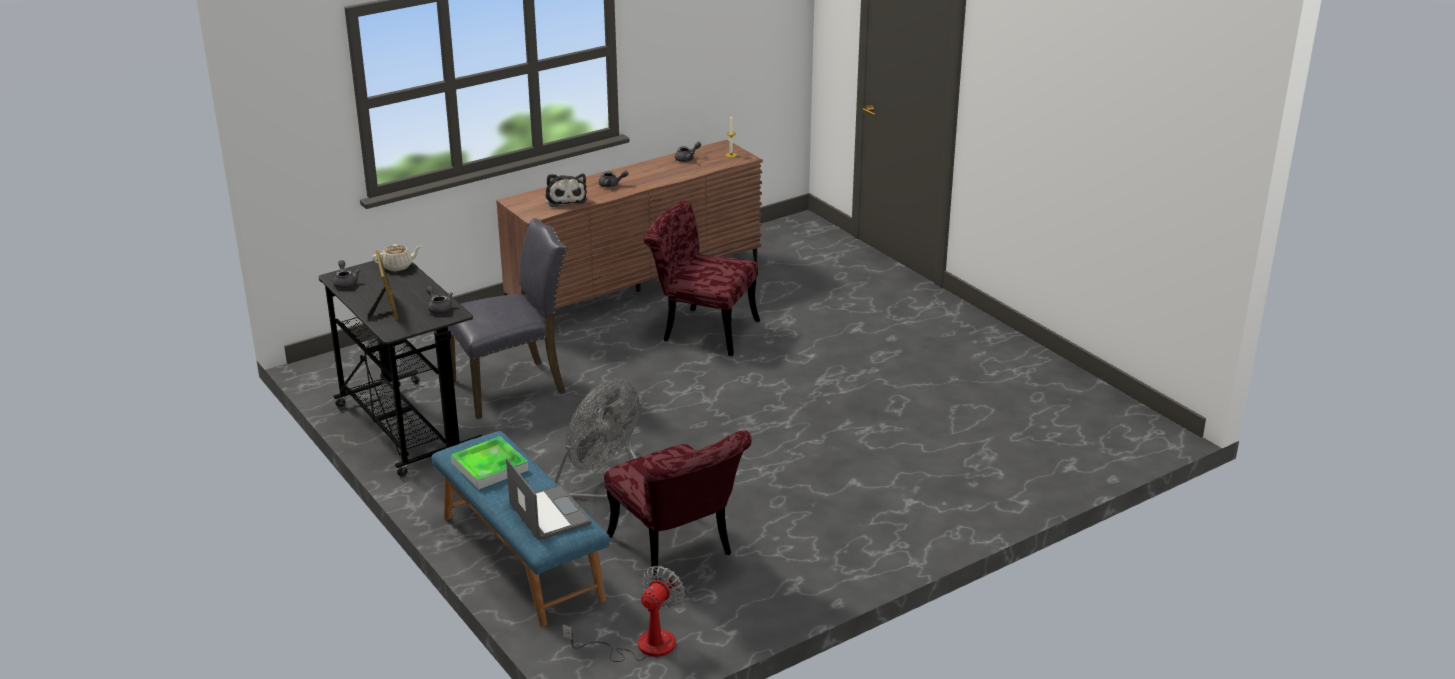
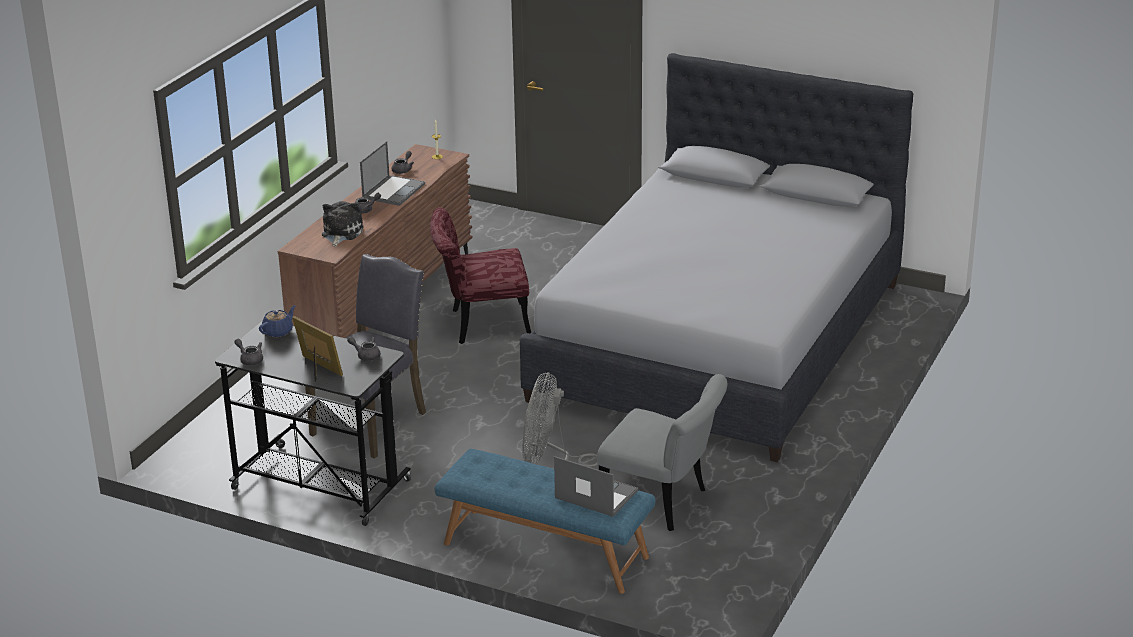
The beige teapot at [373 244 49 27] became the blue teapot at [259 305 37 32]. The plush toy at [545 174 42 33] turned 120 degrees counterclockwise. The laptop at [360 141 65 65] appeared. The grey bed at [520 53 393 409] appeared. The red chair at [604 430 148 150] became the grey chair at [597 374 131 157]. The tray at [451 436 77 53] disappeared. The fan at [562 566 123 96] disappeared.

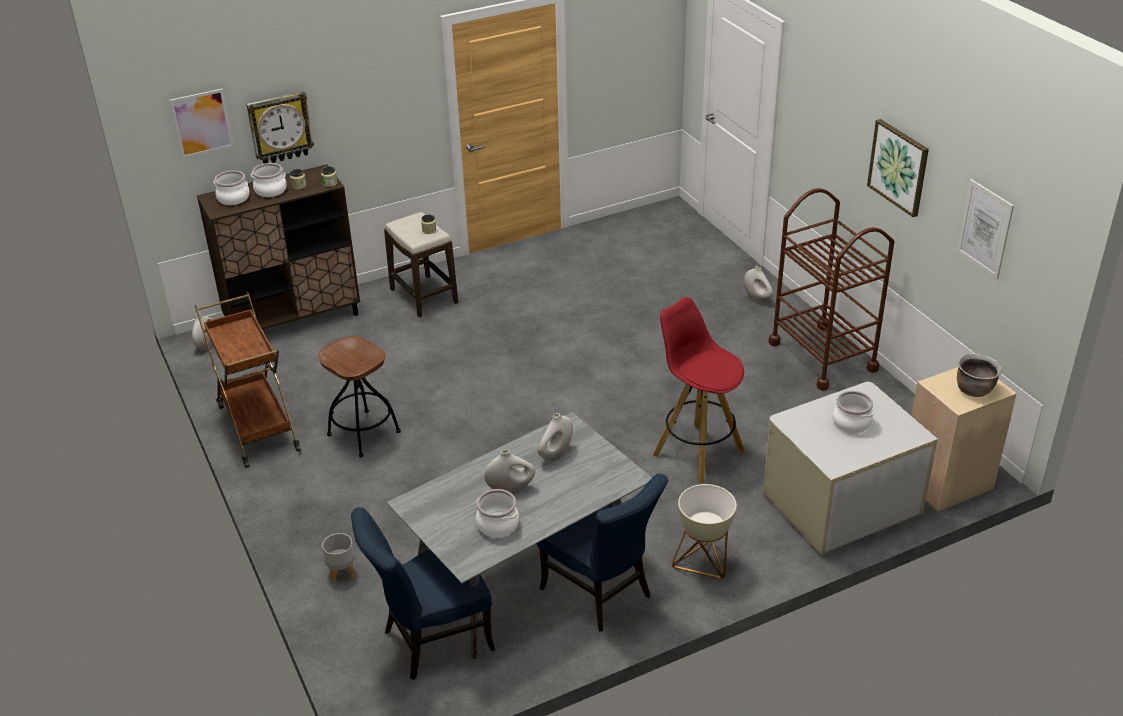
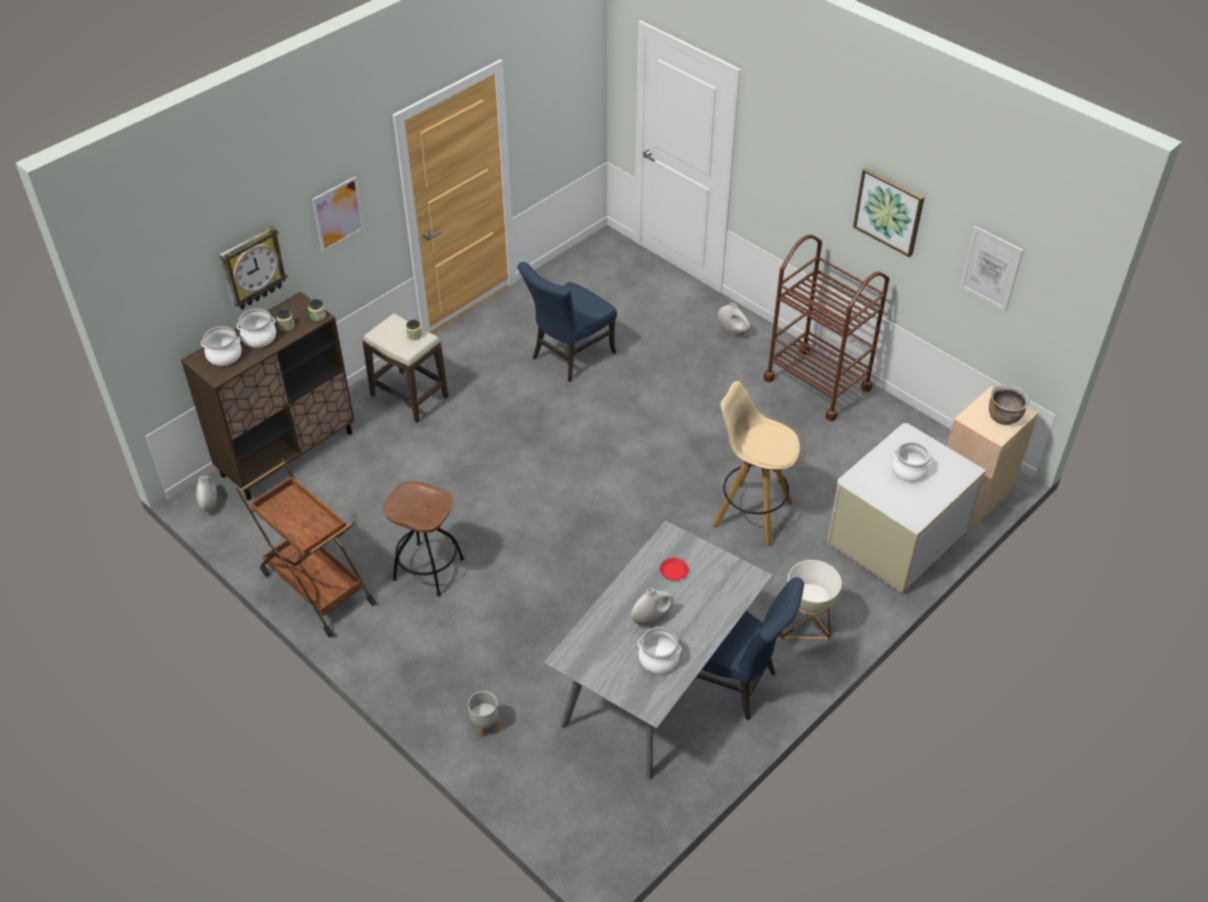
The picture moved from [169 89 65 69] to [312 176 53 76]. The blue chair moved from [351 507 144 173] to [517 262 100 120]. The white vase at [538 413 35 48] was replaced by the red plate at [660 558 28 22]. The red stool at [653 297 92 187] became the beige stool at [713 381 87 165].

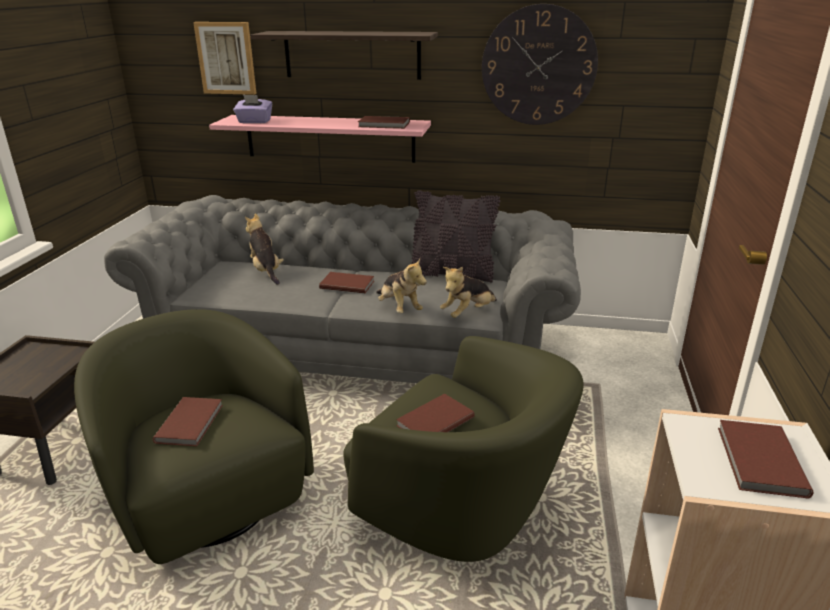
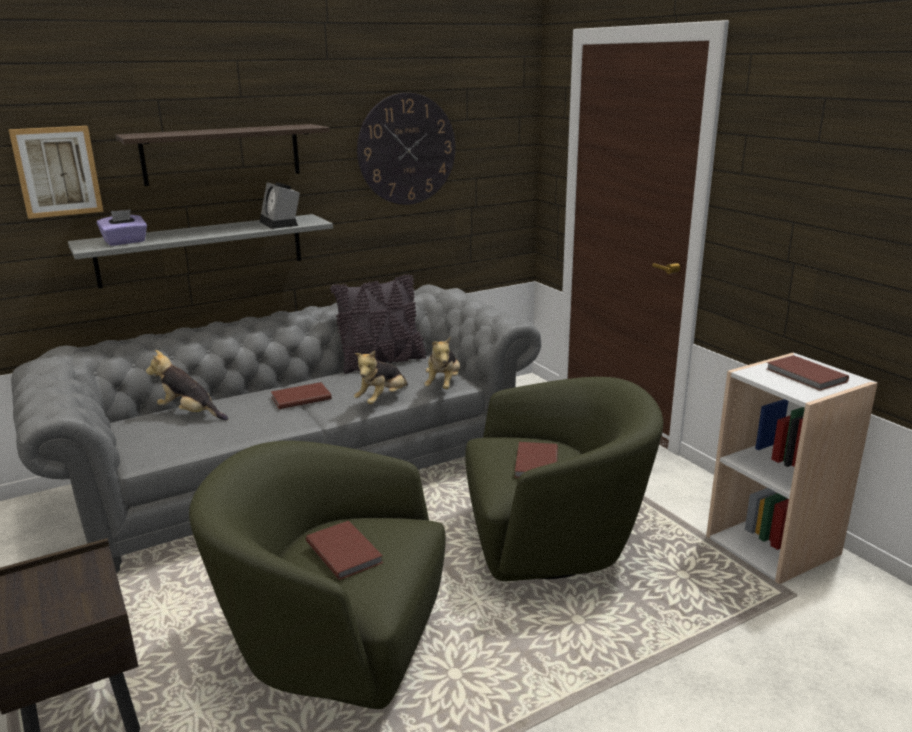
The pink shelf at [209 115 222 48] became the grey shelf at [68 214 265 75]. The brown book at [358 116 52 13] was replaced by the alarm clock at [260 182 40 47]. The plush toy at [376 258 51 55] turned 105 degrees clockwise.

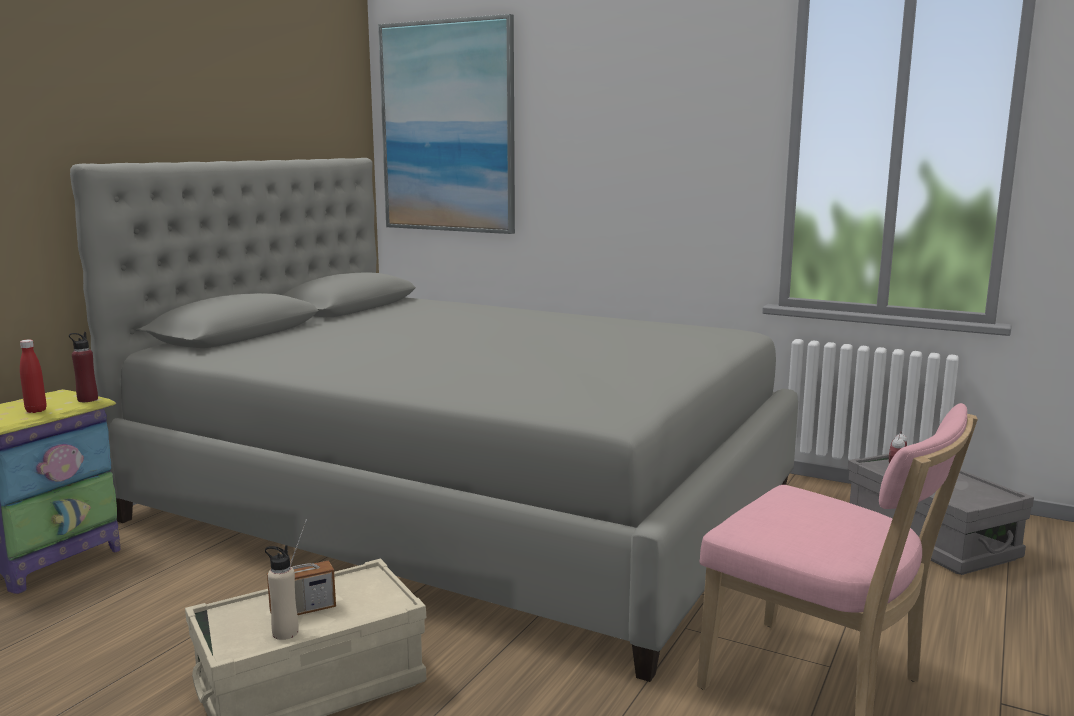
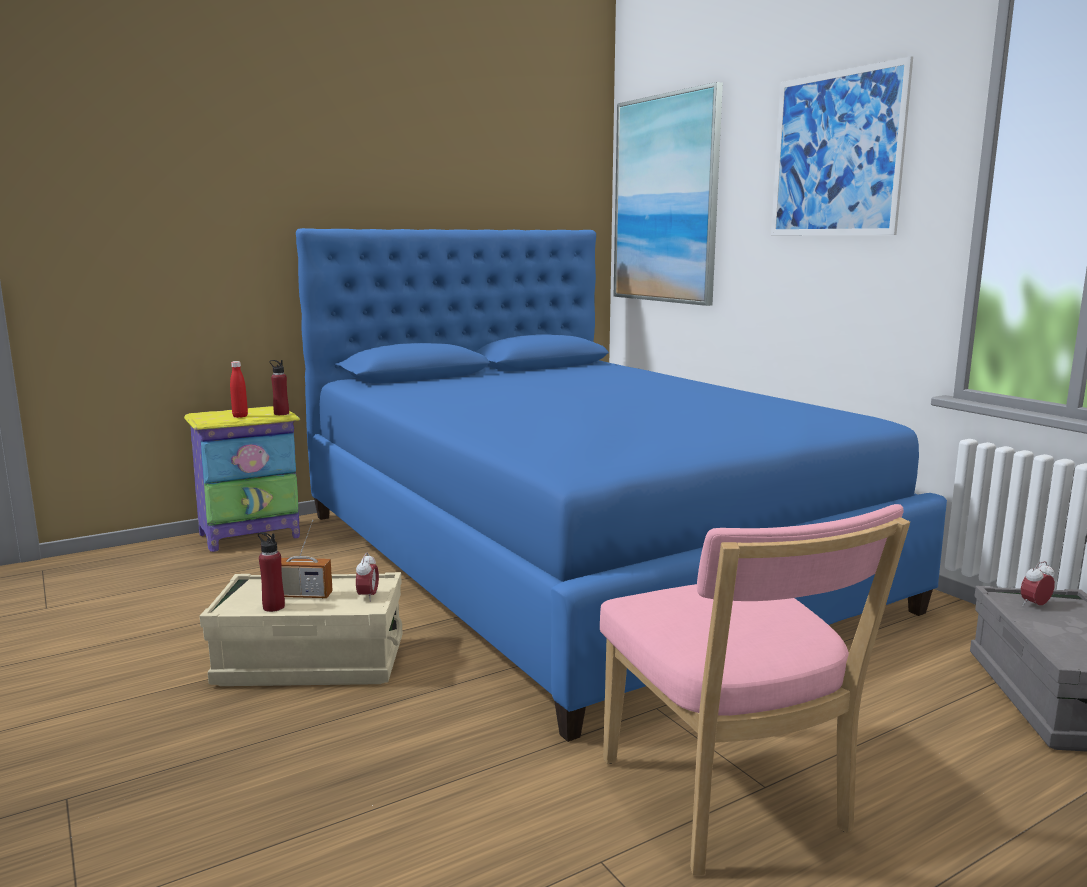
The beige bottle at [265 545 34 95] became the red bottle at [258 532 27 80]. The grey bed at [70 158 728 524] became the blue bed at [296 228 651 514]. The alarm clock at [356 552 23 50] appeared. The picture at [771 56 142 179] appeared.

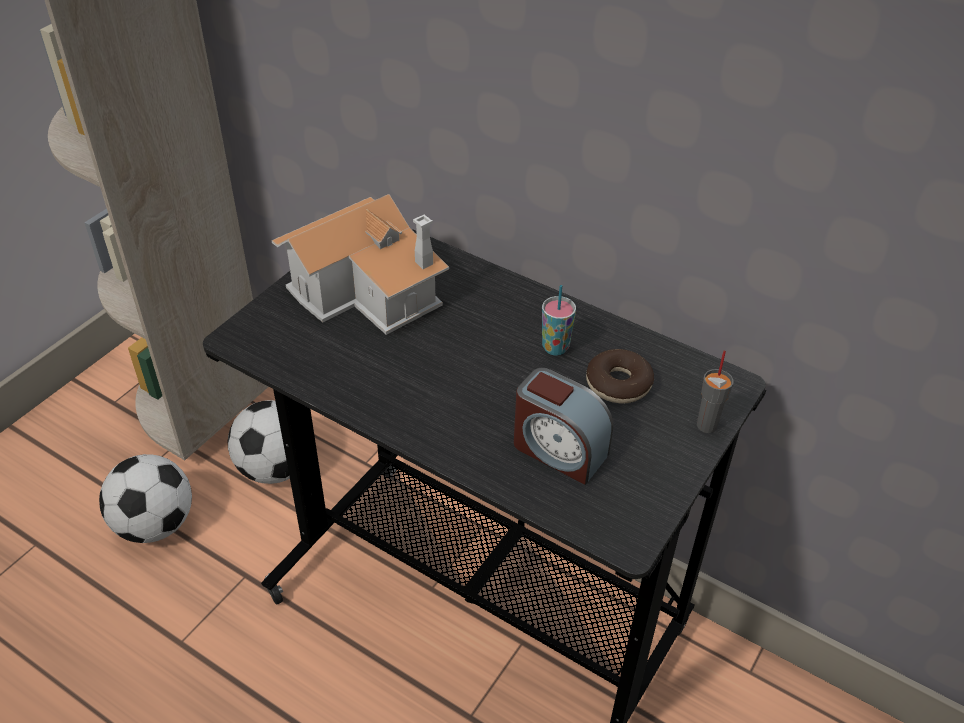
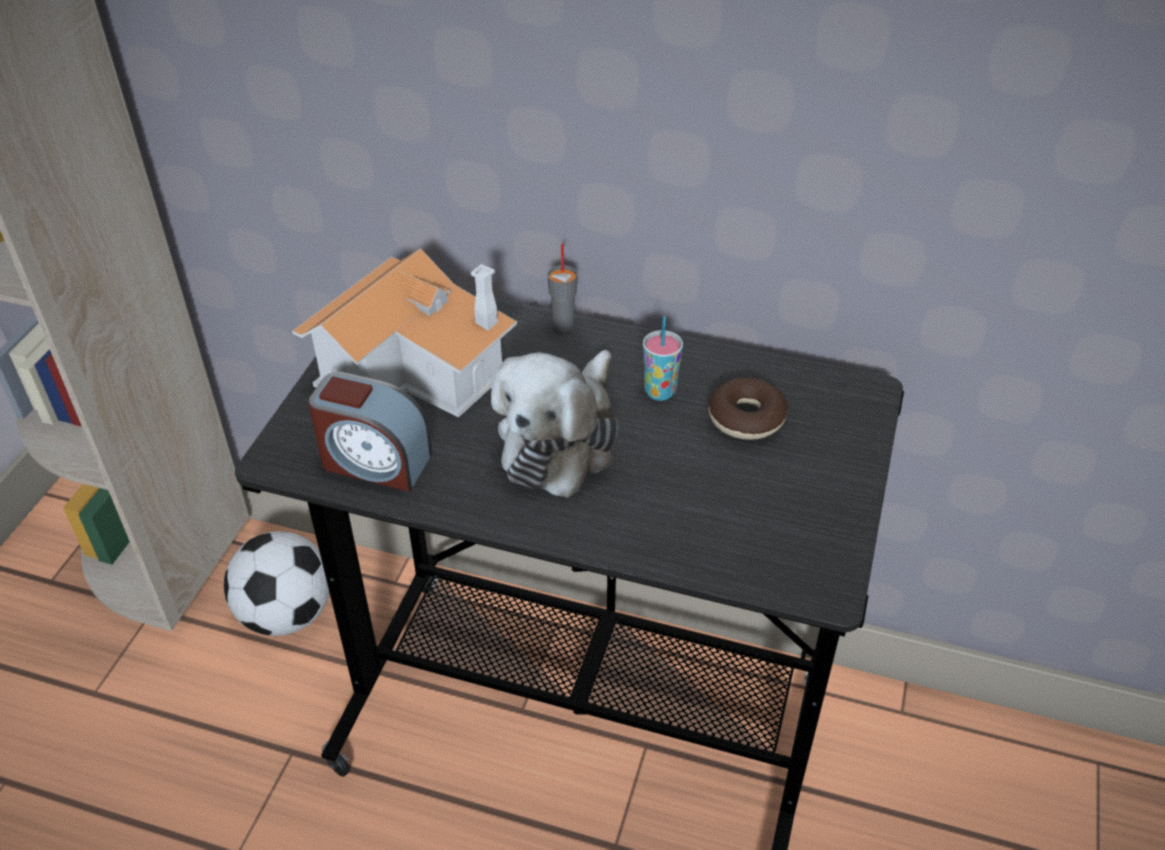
The alarm clock moved from [514 368 99 117] to [308 372 124 120]. The plush toy at [491 350 128 148] appeared. The grey cup moved from [697 351 37 82] to [547 244 31 92]. The football at [99 454 93 89] disappeared.

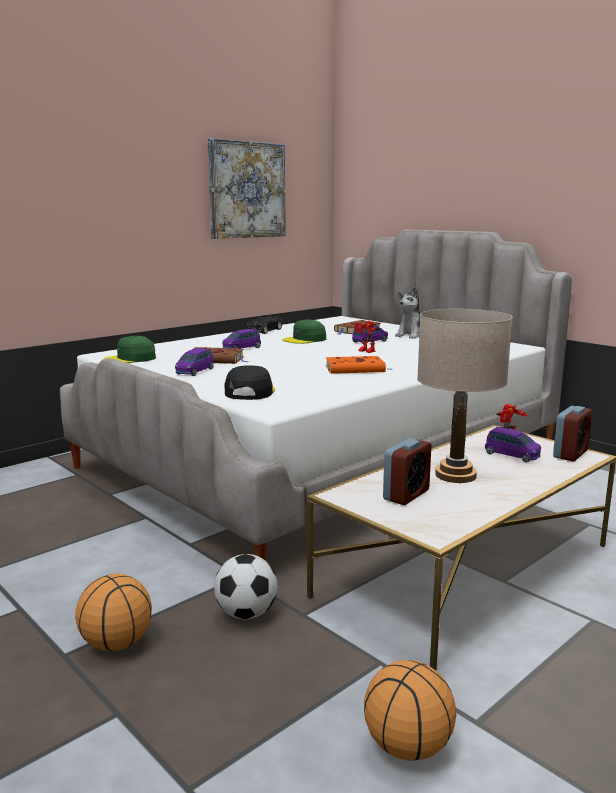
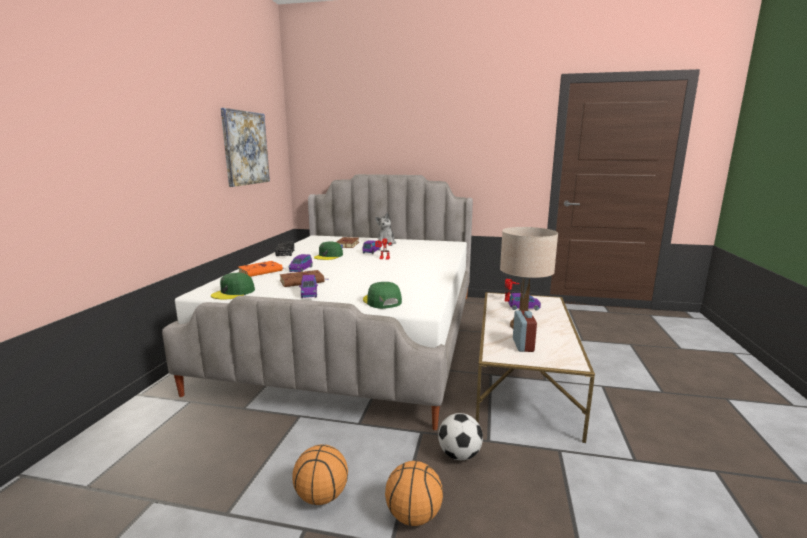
The orange book moved from [326 356 67 18] to [238 261 45 16]. The basketball moved from [364 660 92 100] to [292 444 56 61]. The black cap at [224 366 51 34] became the green cap at [363 282 39 27]. The alarm clock at [553 406 39 56] disappeared.

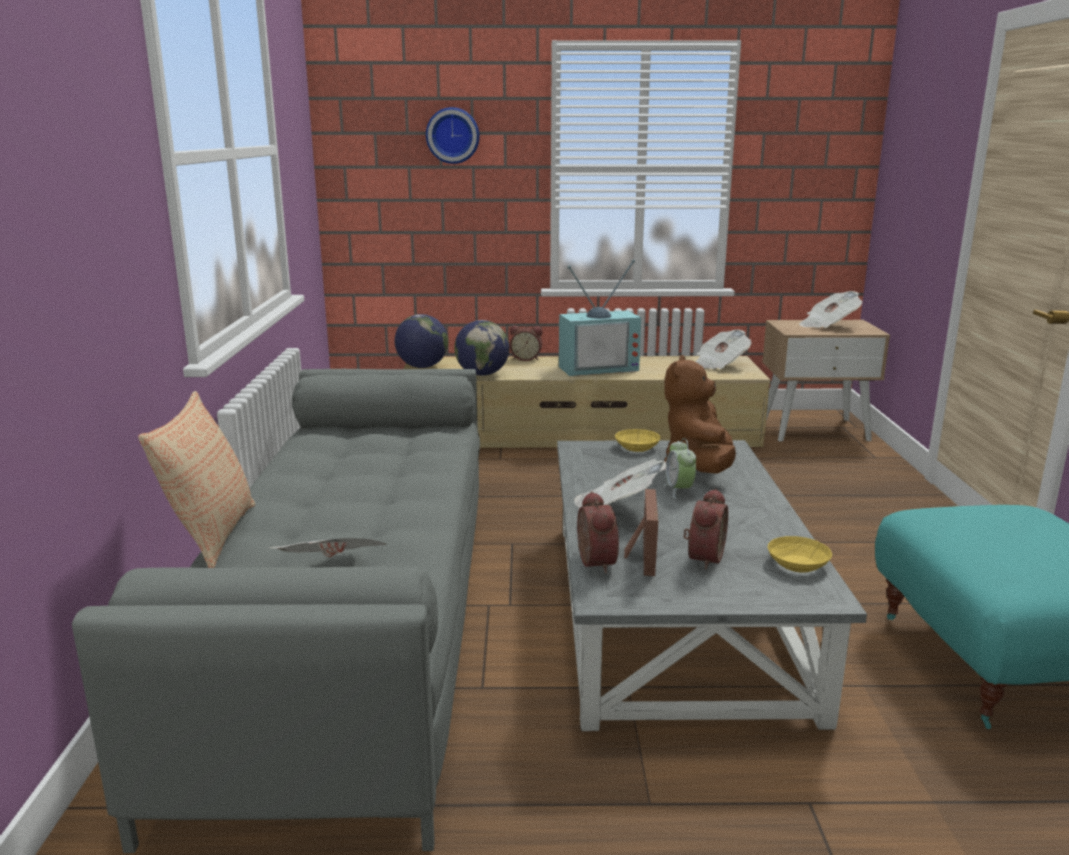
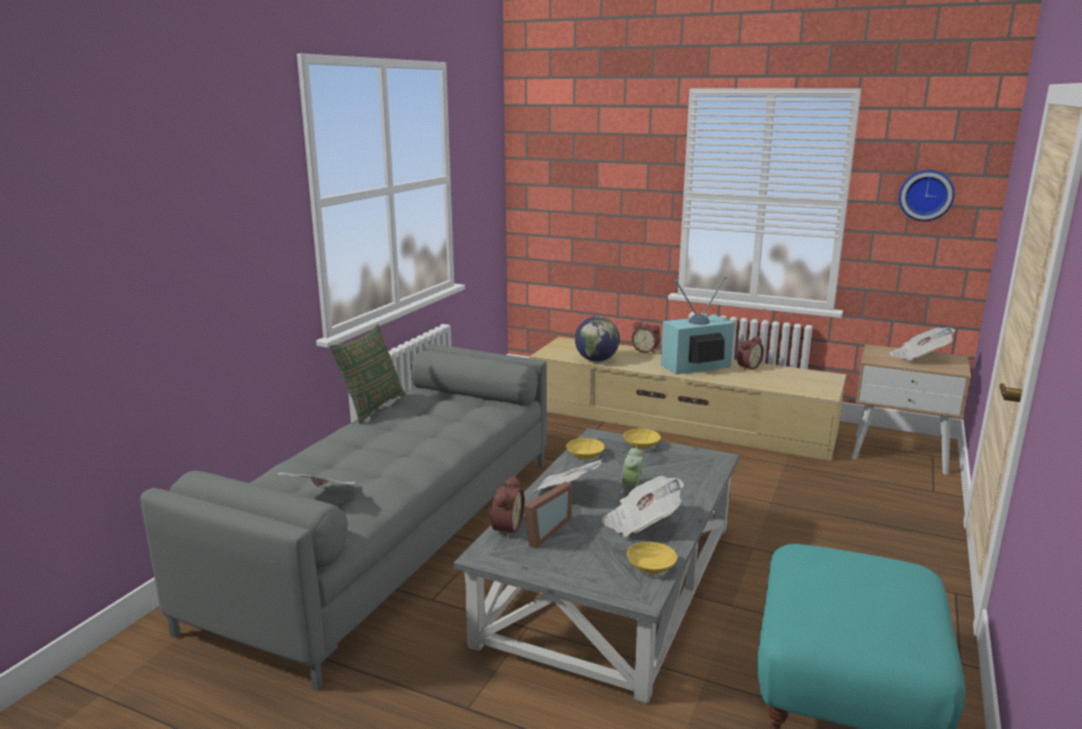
The green pillow at [330 325 75 99] appeared. The yellow bowl at [566 438 39 22] appeared. The newspaper moved from [696 330 56 39] to [602 476 82 61]. The television at [559 259 82 117] turned 150 degrees clockwise. The alarm clock moved from [683 488 45 81] to [737 336 27 35]. The wall clock moved from [426 107 53 57] to [899 170 56 51]. The beige pillow at [138 391 117 177] disappeared. The globe at [395 314 53 54] disappeared. The brown plush toy at [664 355 72 118] disappeared.

